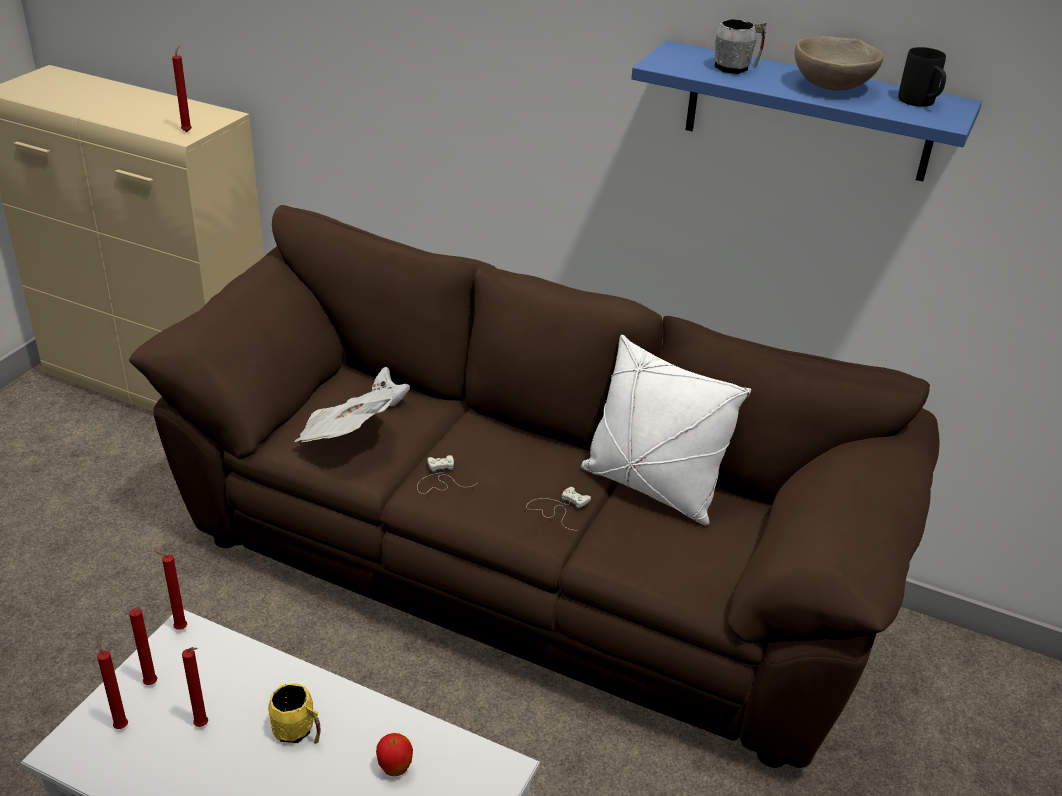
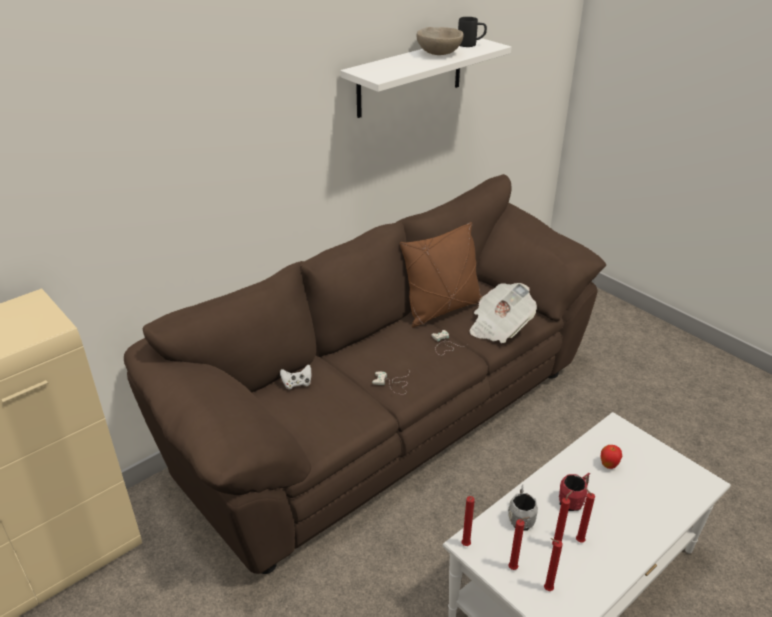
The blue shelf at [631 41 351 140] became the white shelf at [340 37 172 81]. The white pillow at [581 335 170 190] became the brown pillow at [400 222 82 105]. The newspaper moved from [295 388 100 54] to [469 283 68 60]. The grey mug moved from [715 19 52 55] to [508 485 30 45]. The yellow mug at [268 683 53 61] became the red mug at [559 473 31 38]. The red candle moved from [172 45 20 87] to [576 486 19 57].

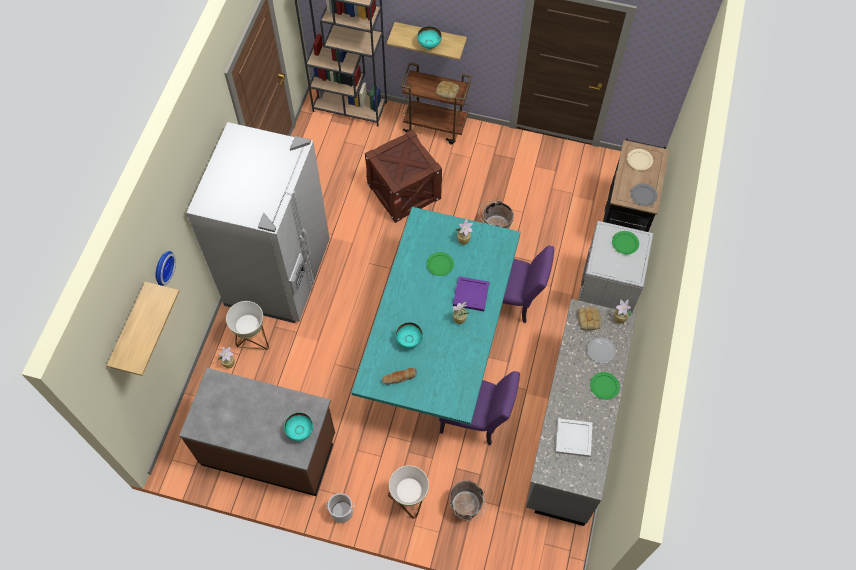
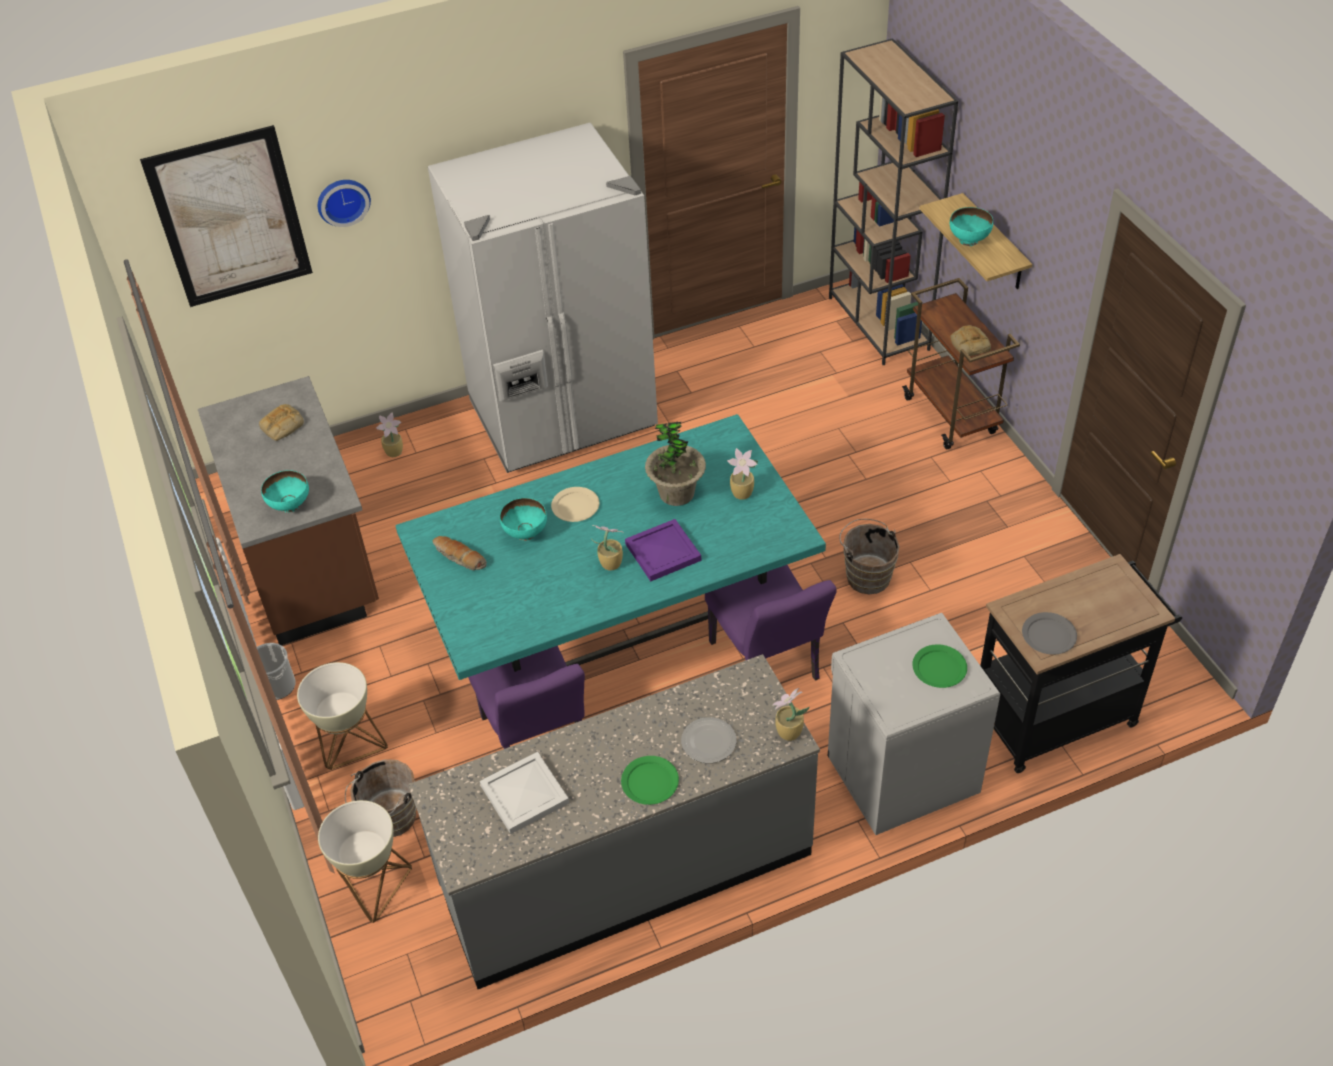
The shelf at [106 282 73 94] was replaced by the picture at [140 125 173 182]. The bread moved from [578 307 24 23] to [259 404 45 37]. The planter moved from [226 301 43 49] to [318 800 94 123]. The beige plate moved from [627 149 26 21] to [551 487 48 35]. The green plate at [427 252 27 24] was replaced by the potted plant at [645 421 61 85]. The crate at [365 129 77 94] disappeared.

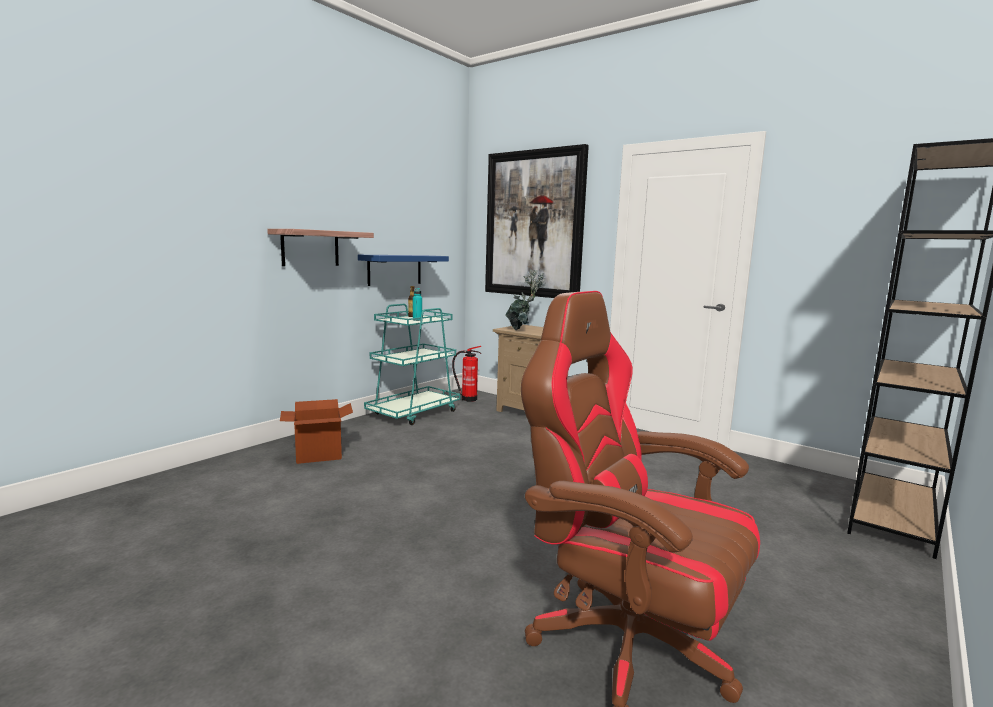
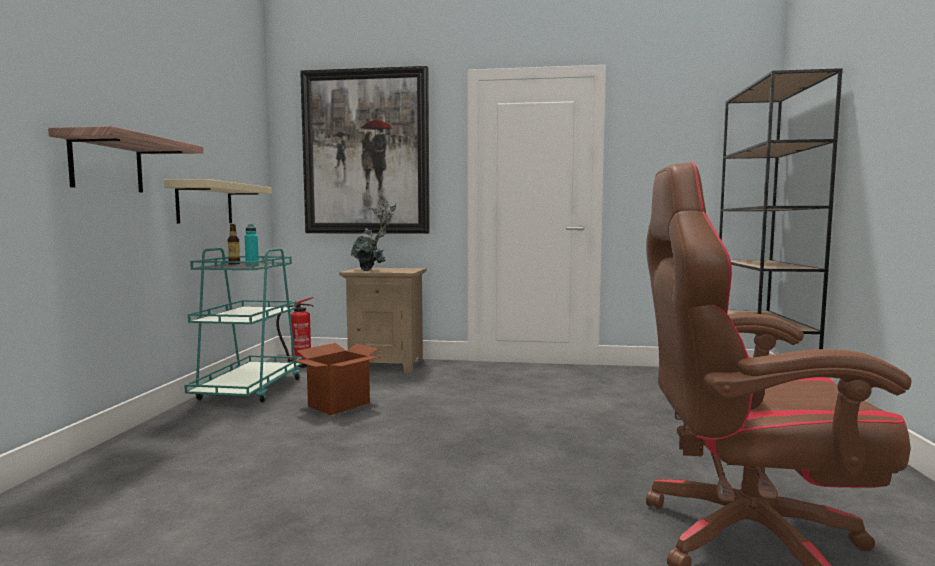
The blue shelf at [358 255 91 31] became the beige shelf at [164 179 108 44]. The cardboard box moved from [280 399 73 65] to [294 343 86 72].

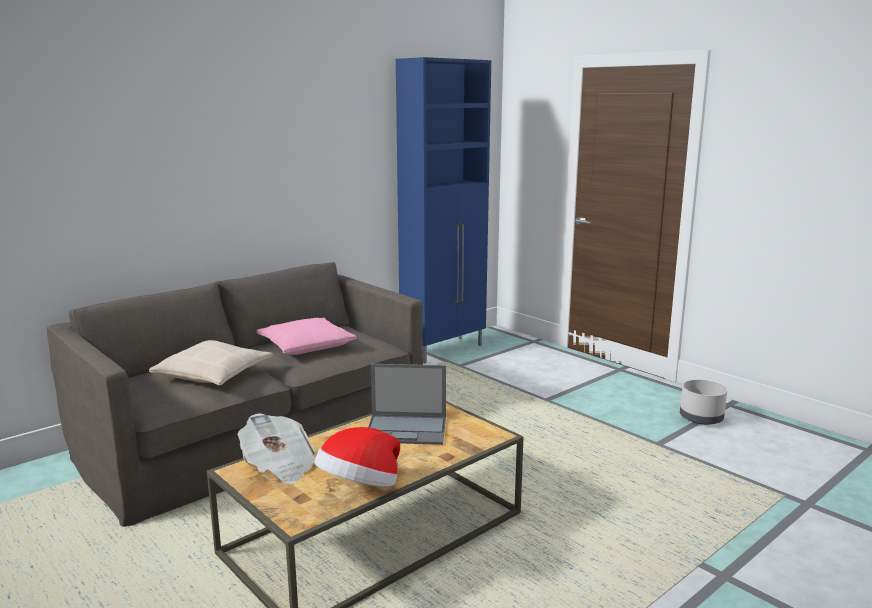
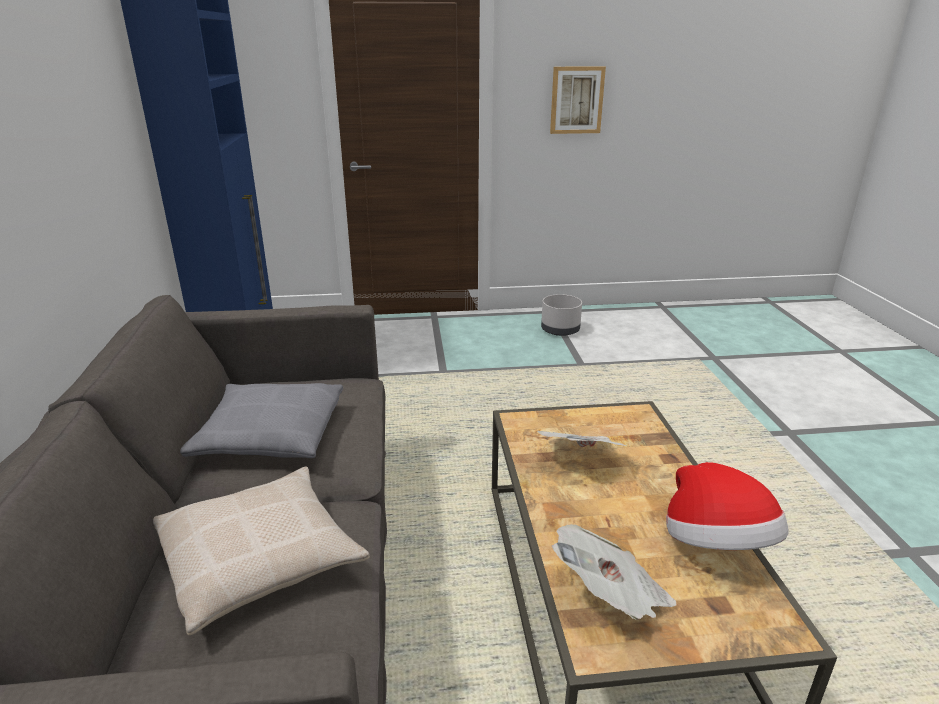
The pink pillow at [257 318 100 37] became the grey pillow at [180 383 163 75]. The laptop at [368 364 78 81] was replaced by the newspaper at [538 431 88 16]. The picture at [550 66 56 68] appeared.

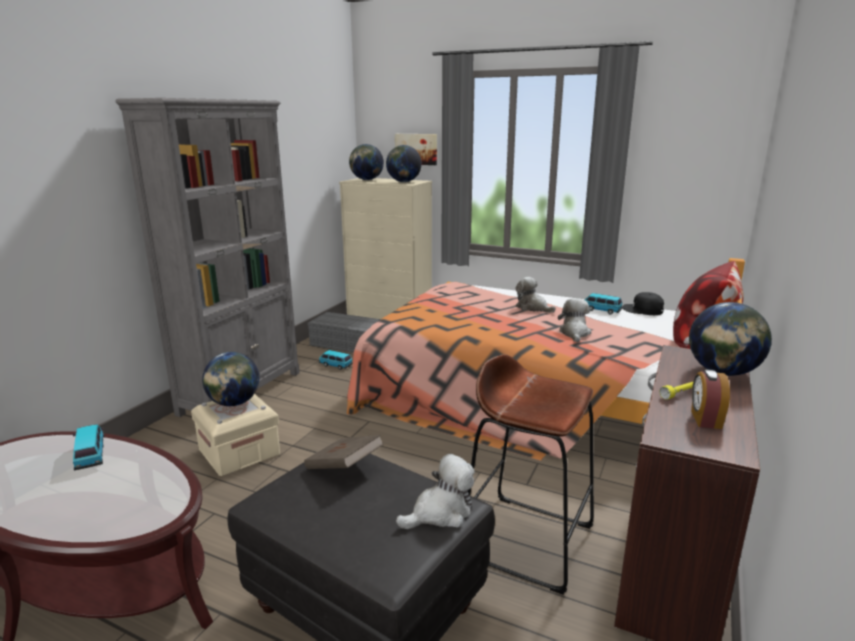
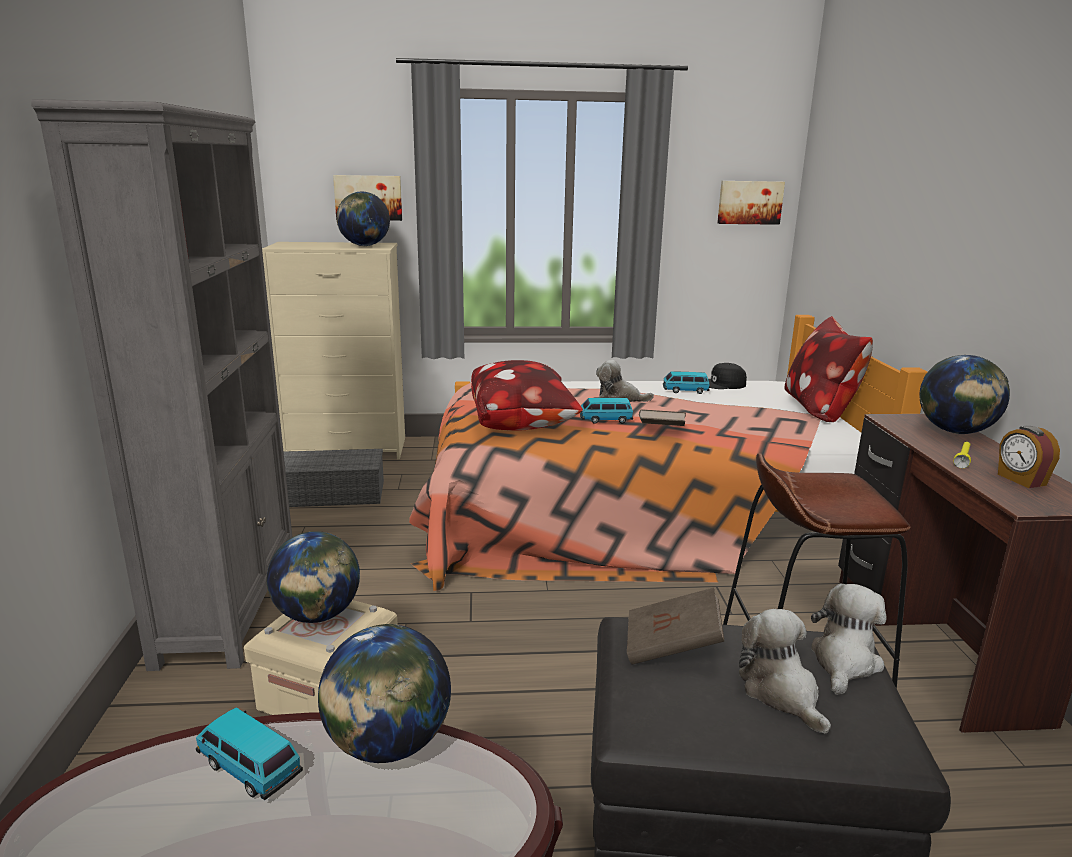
The globe moved from [349 144 35 36] to [318 624 133 139]. The pillow at [471 360 112 71] appeared. The toy car moved from [319 350 34 20] to [580 398 53 26]. The brown book at [639 409 47 17] appeared. The picture at [717 181 68 44] appeared. The plush toy moved from [558 298 33 45] to [739 609 92 125].

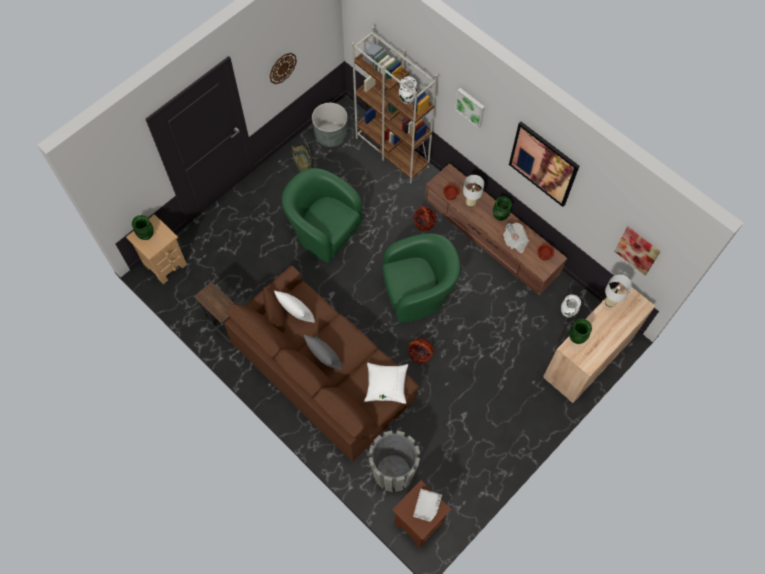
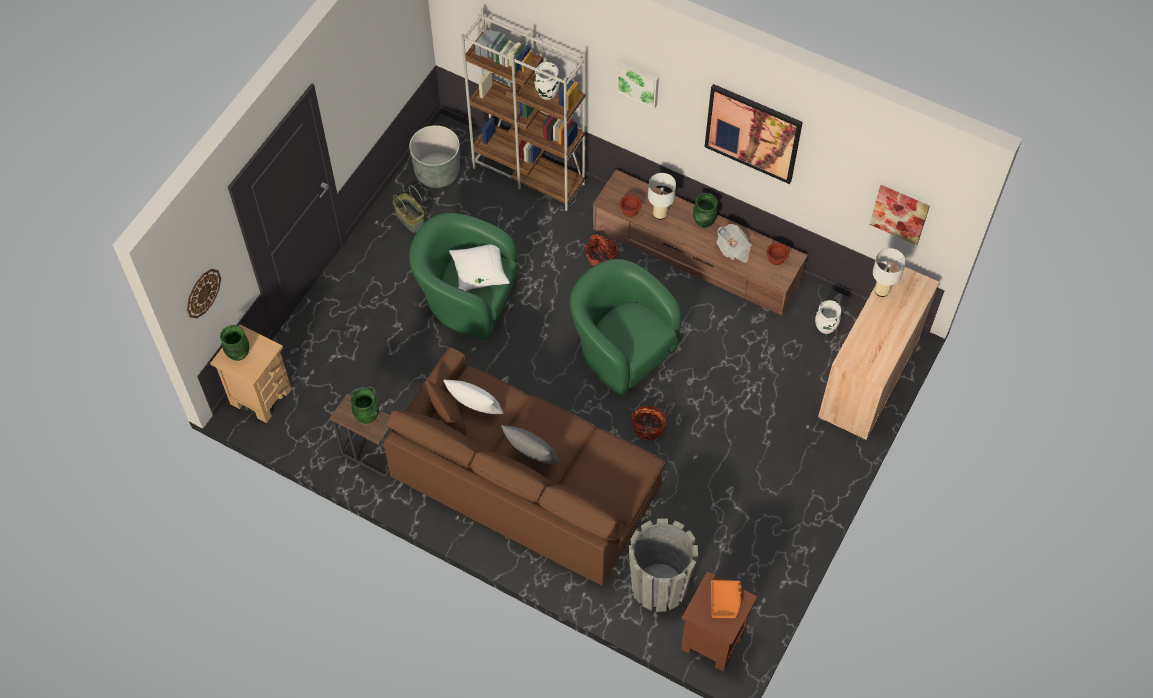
The wall clock moved from [270 53 27 31] to [187 269 34 49]. The green vase moved from [569 319 23 25] to [351 388 28 36]. The white pillow moved from [364 363 44 41] to [449 244 61 47]. The green armchair at [382 233 78 90] turned 105 degrees counterclockwise. The grey tray at [413 489 29 33] became the orange tray at [711 580 31 38].

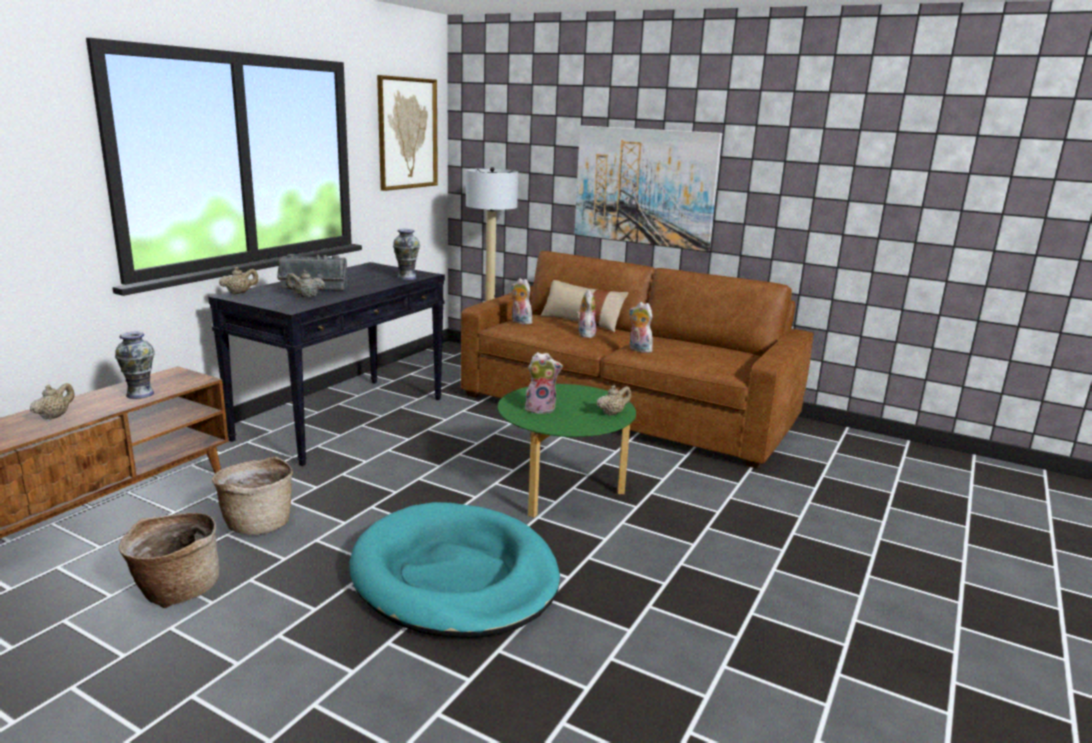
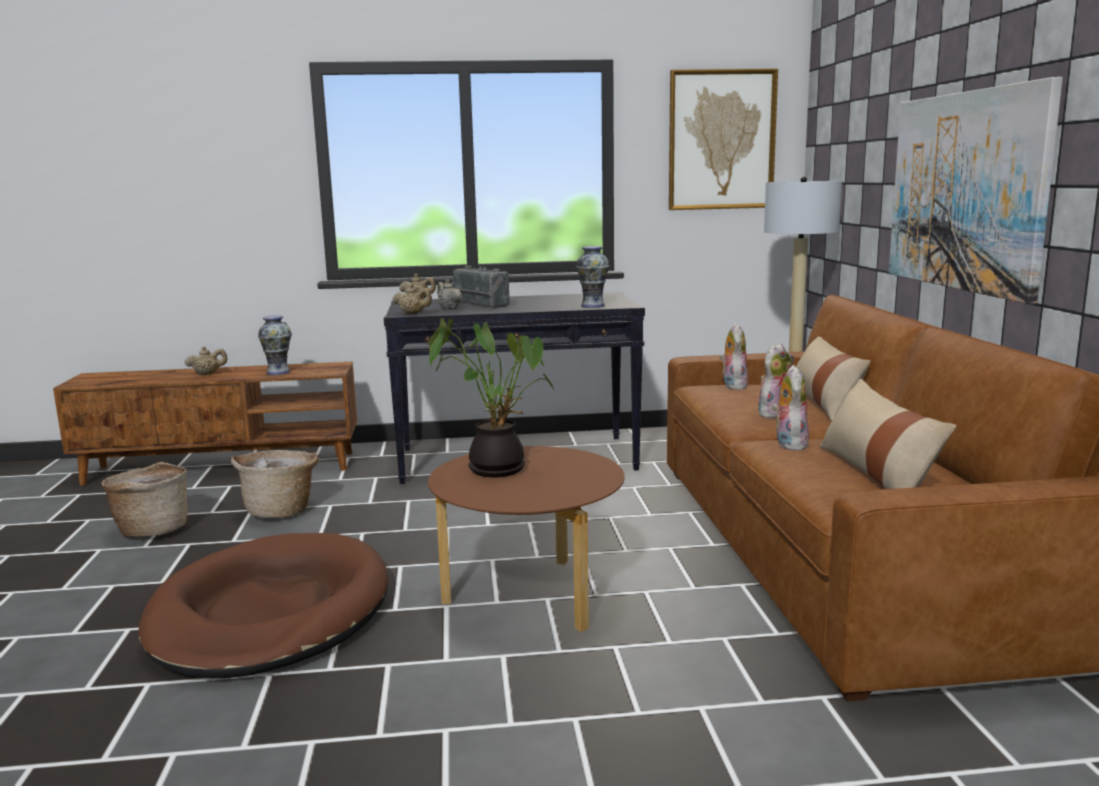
The turquoise dog bed at [349 502 211 136] became the brown dog bed at [138 533 251 145]. The beige teapot moved from [596 385 36 31] to [392 284 40 30]. The green coffee table at [498 384 138 134] became the brown coffee table at [428 446 197 186]. The plush toy at [525 352 38 62] was replaced by the potted plant at [429 318 126 159]. The beige pillow at [820 379 136 110] appeared.

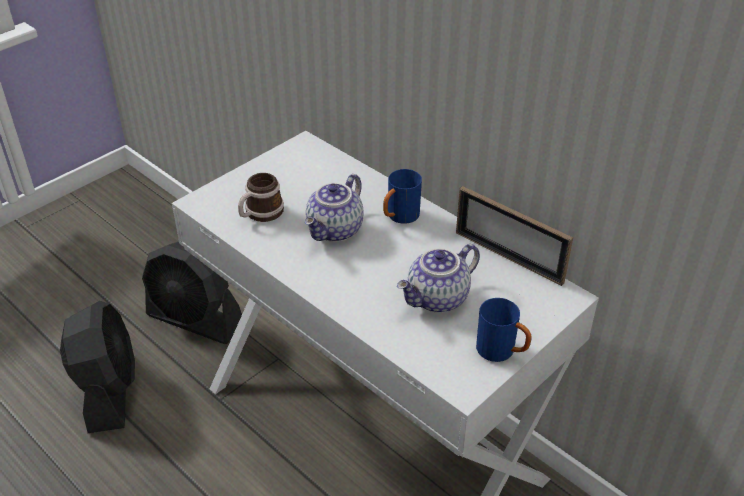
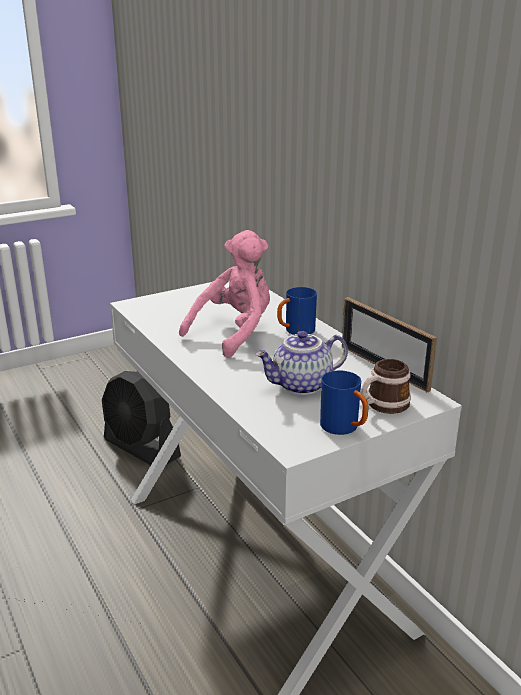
The teapot at [305 174 59 68] was replaced by the pink plush toy at [179 230 91 128]. The mug moved from [238 173 46 49] to [361 359 50 55]. The black fan at [60 301 75 132] disappeared.

